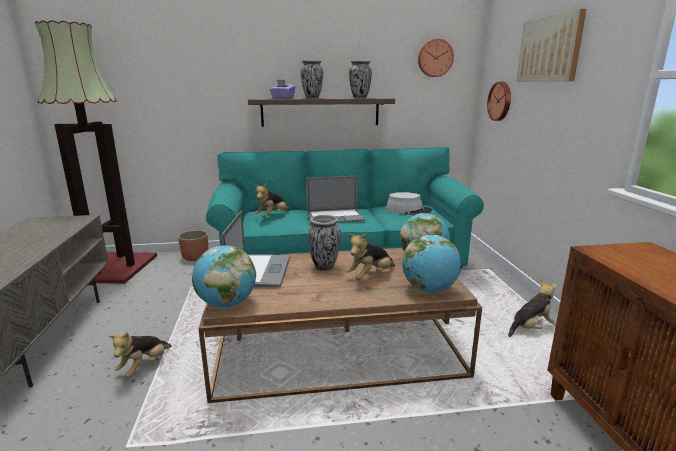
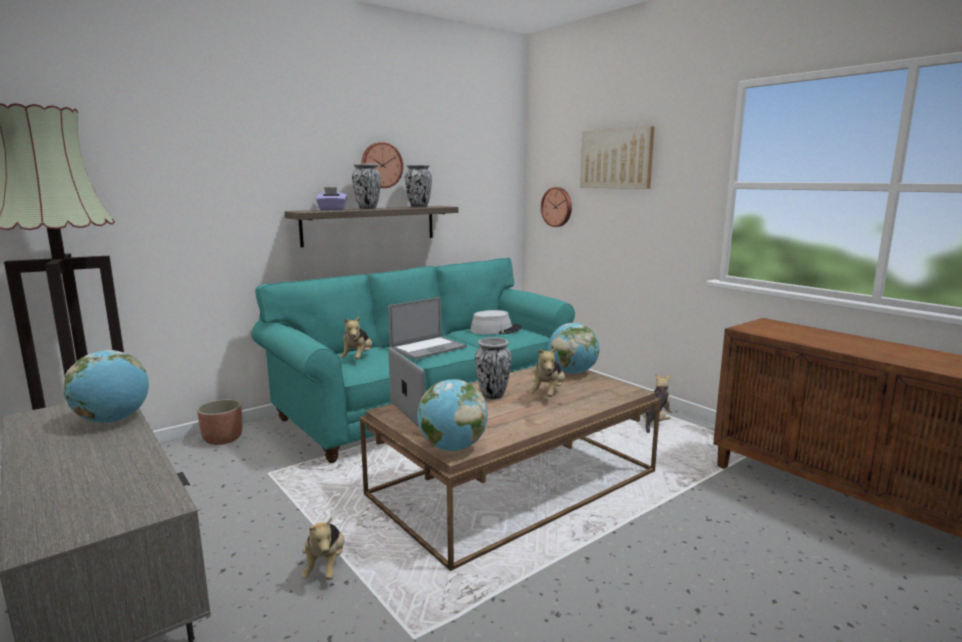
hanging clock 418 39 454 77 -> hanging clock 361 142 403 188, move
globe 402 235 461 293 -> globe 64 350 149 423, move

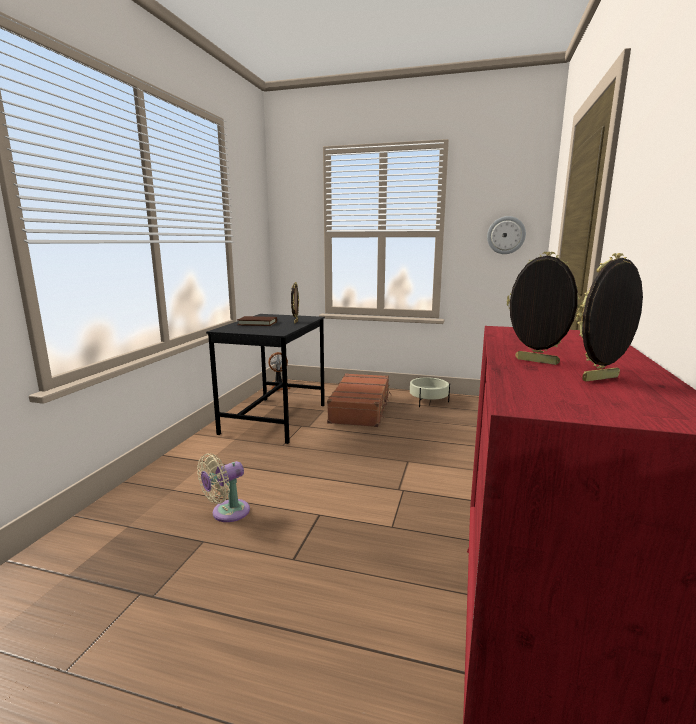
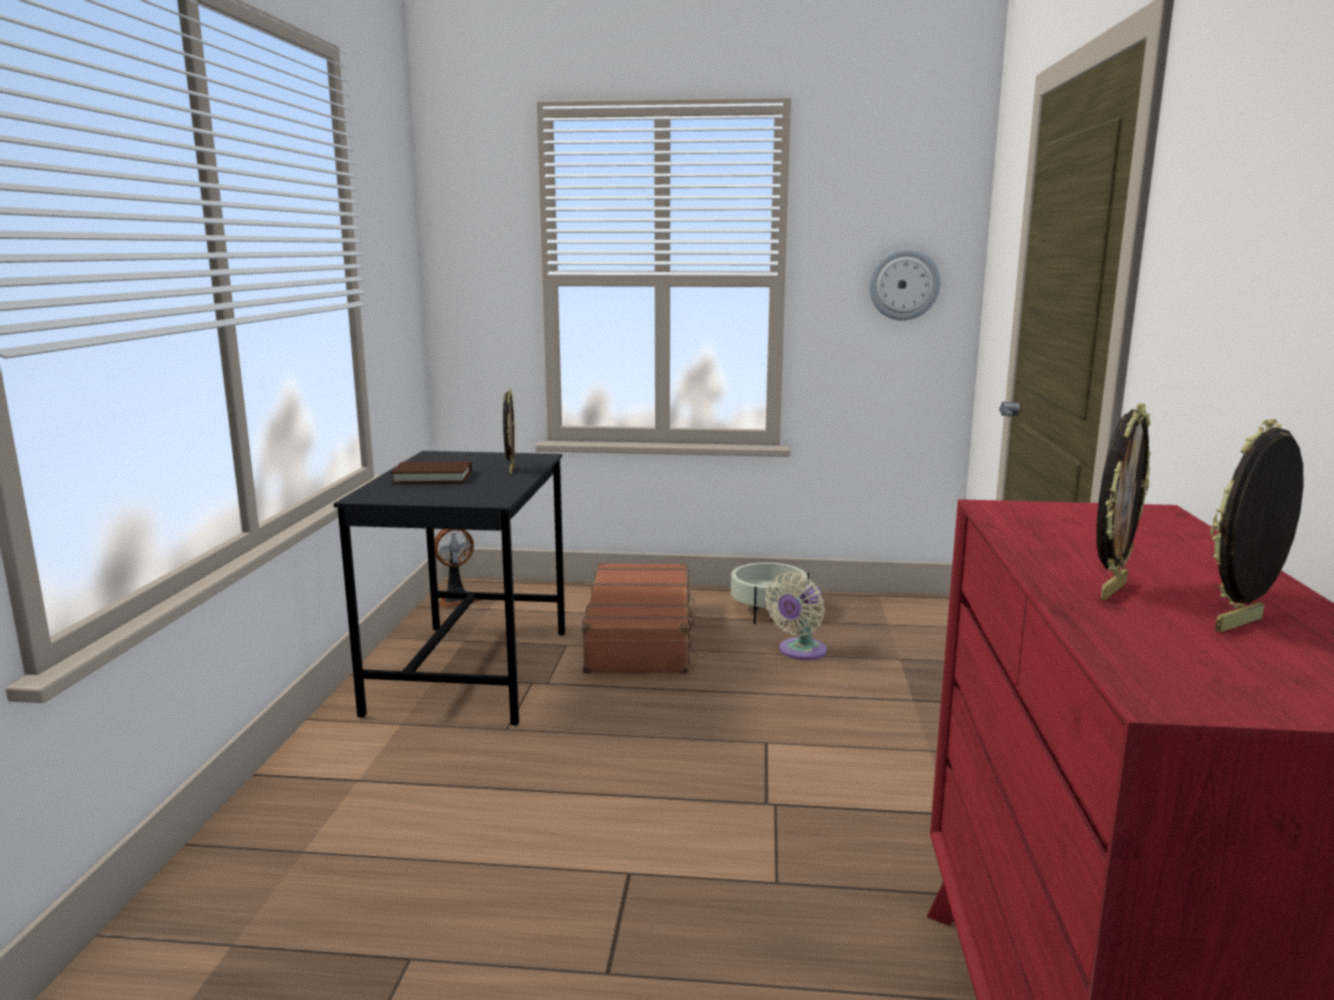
photo frame 507 252 583 365 -> photo frame 1097 403 1151 600, 105 degrees clockwise
cooling fan in sand-coloured 197 453 250 522 -> cooling fan in sand-coloured 765 572 827 660, move

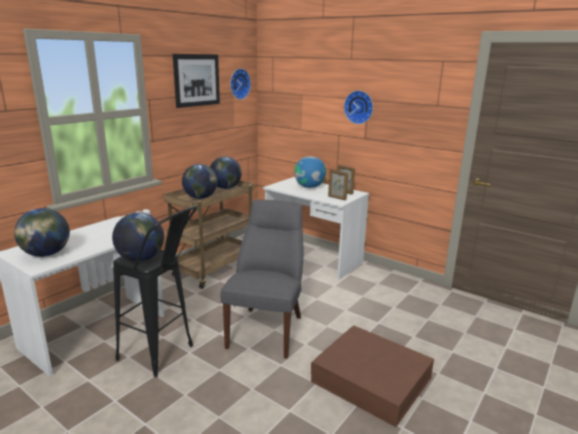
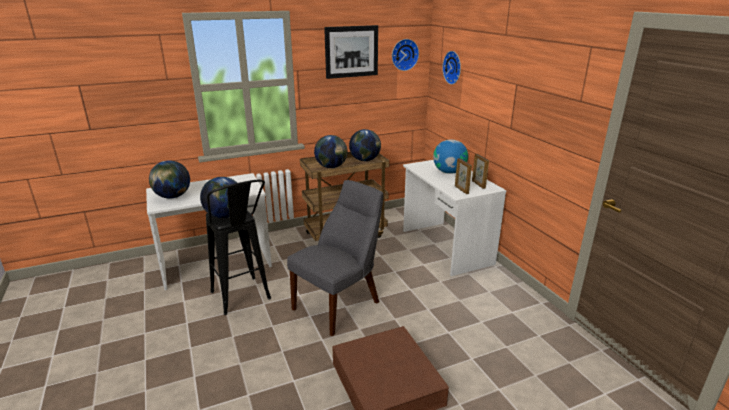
hanging clock 344 90 373 124 -> hanging clock 442 51 461 85, move

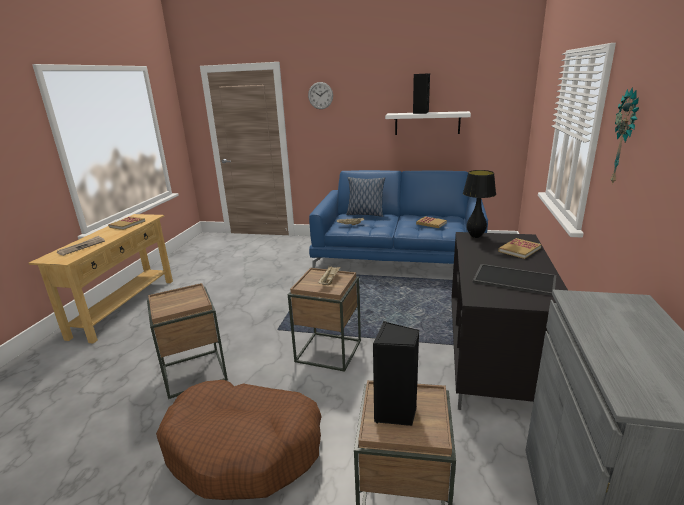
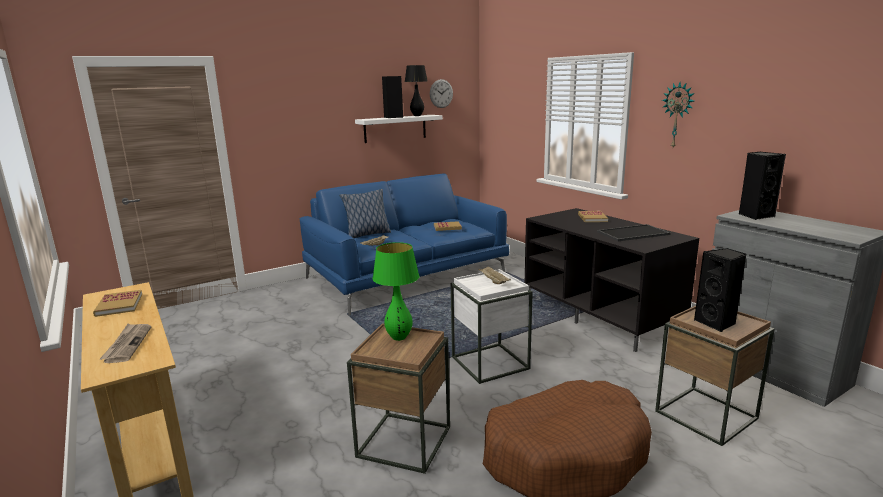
hanging clock 308 82 333 109 -> hanging clock 430 79 453 108, move
table lamp in black-coloured 463 170 496 238 -> table lamp in black-coloured 405 65 428 116, move
accent table in brown 288 268 361 372 -> accent table in white 451 269 533 384
none -> speaker in black-coloured 739 152 786 220
none -> table lamp in green 373 242 420 341

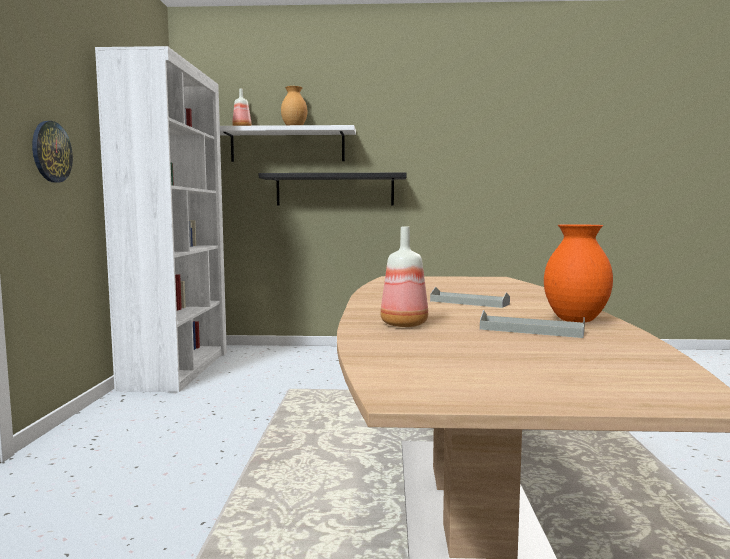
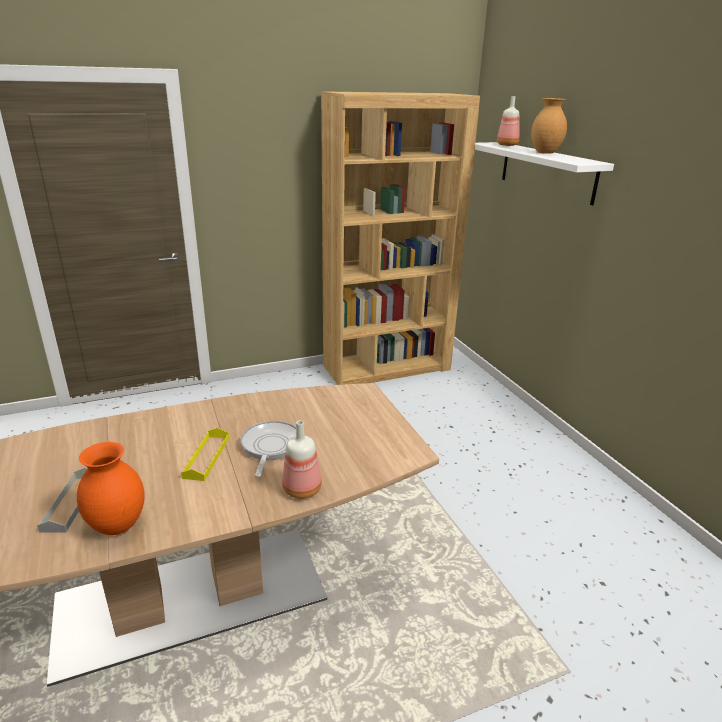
shelving unit in white 95 46 227 392 -> shelving unit in brown 321 91 480 385
hanging clock 32 121 73 183 -> none
shelf in black-coloured 259 173 407 206 -> none
bottle 381 227 428 327 -> bottle 282 421 322 499, move
serving tray in gray 430 287 510 308 -> serving tray in yellowish 181 428 229 481
none -> skillet 240 421 296 477

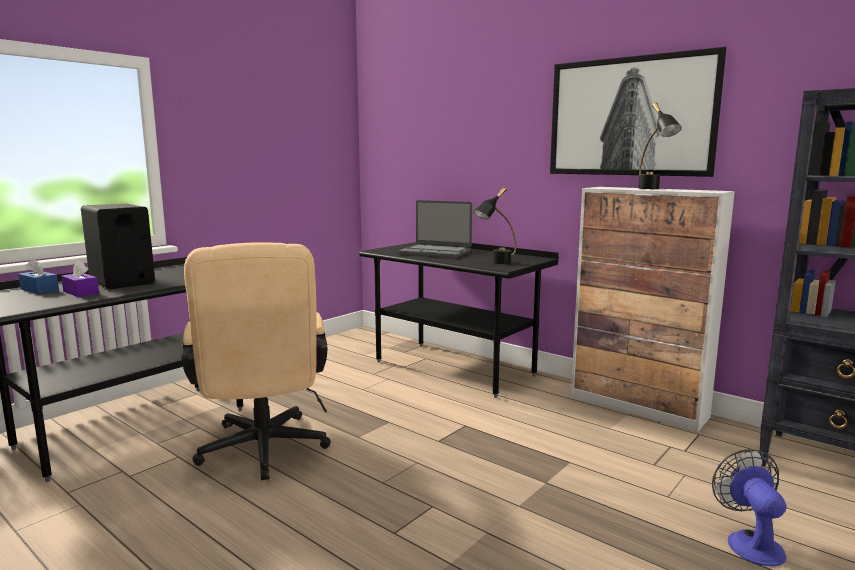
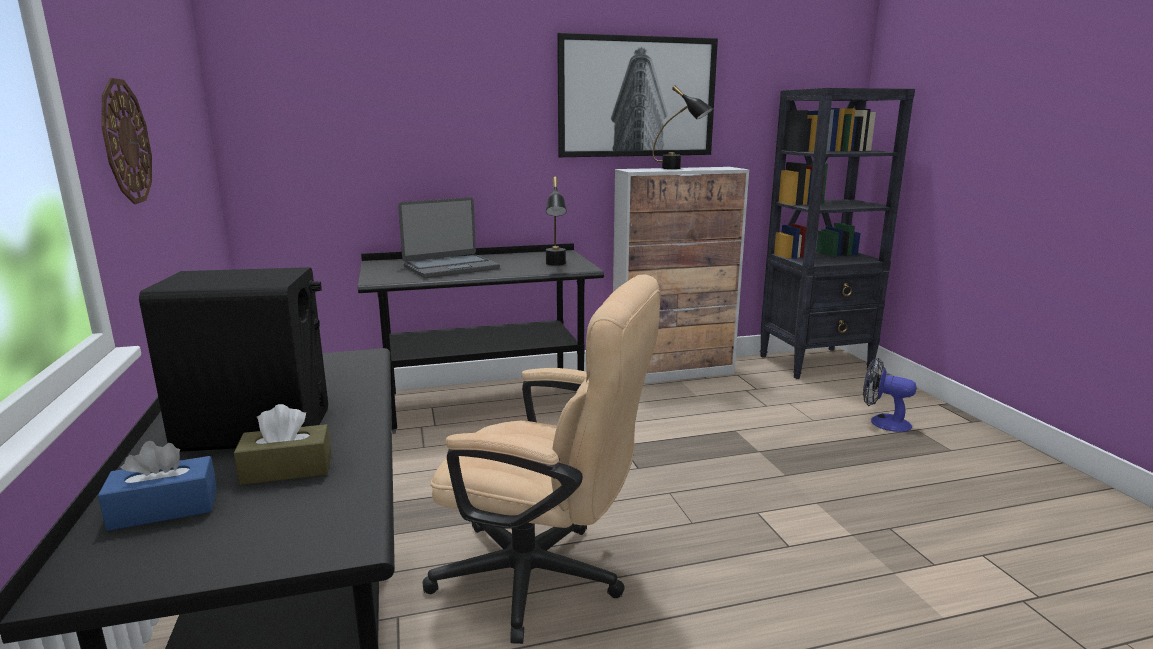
tissue box in purplish 61 261 99 297 -> tissue box in brown 234 404 332 485
none -> hanging clock 101 78 152 204

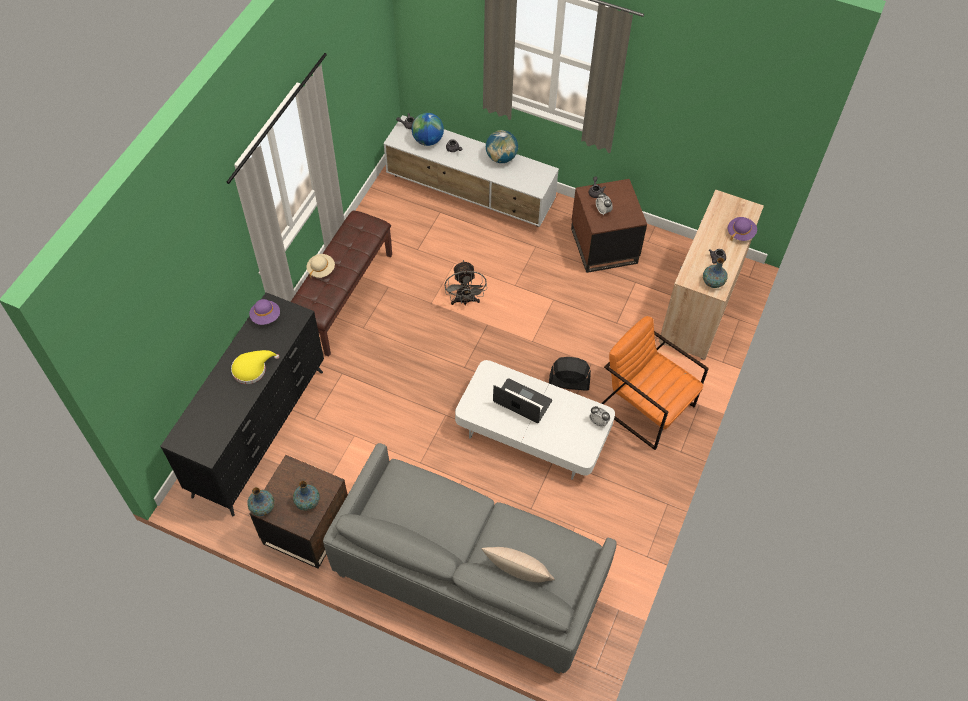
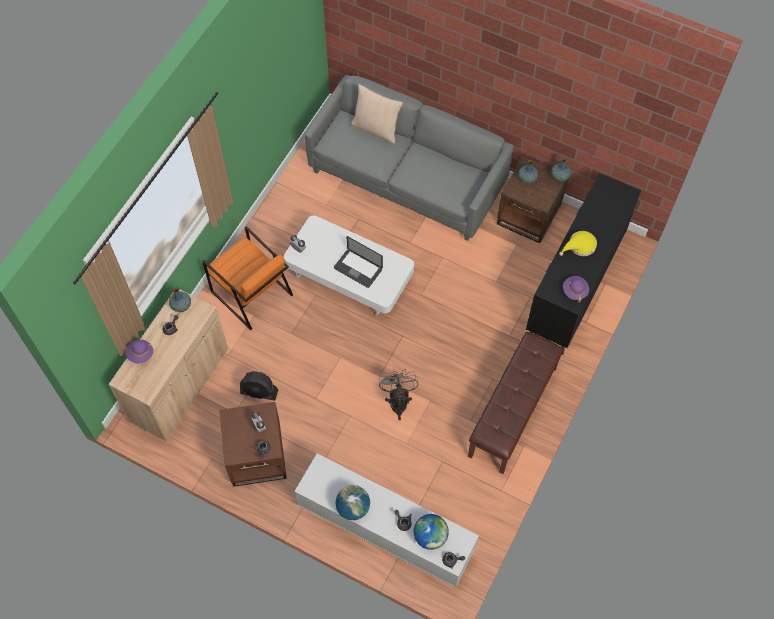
wearable hat in sand-coloured 306 254 335 278 -> none
cooling fan in black-coloured 549 357 591 391 -> cooling fan in black-coloured 240 371 278 401, move

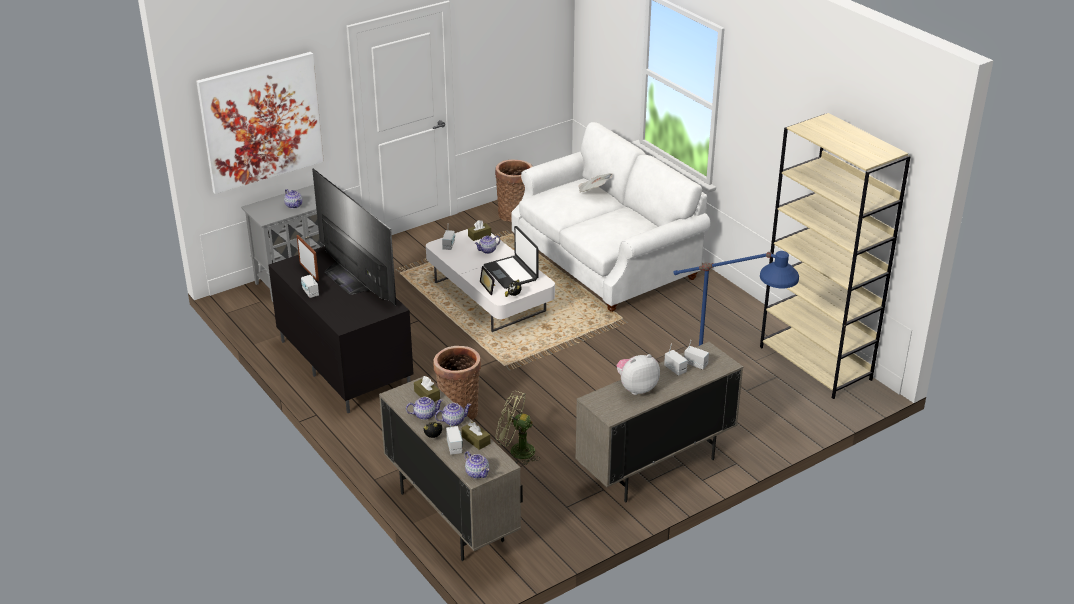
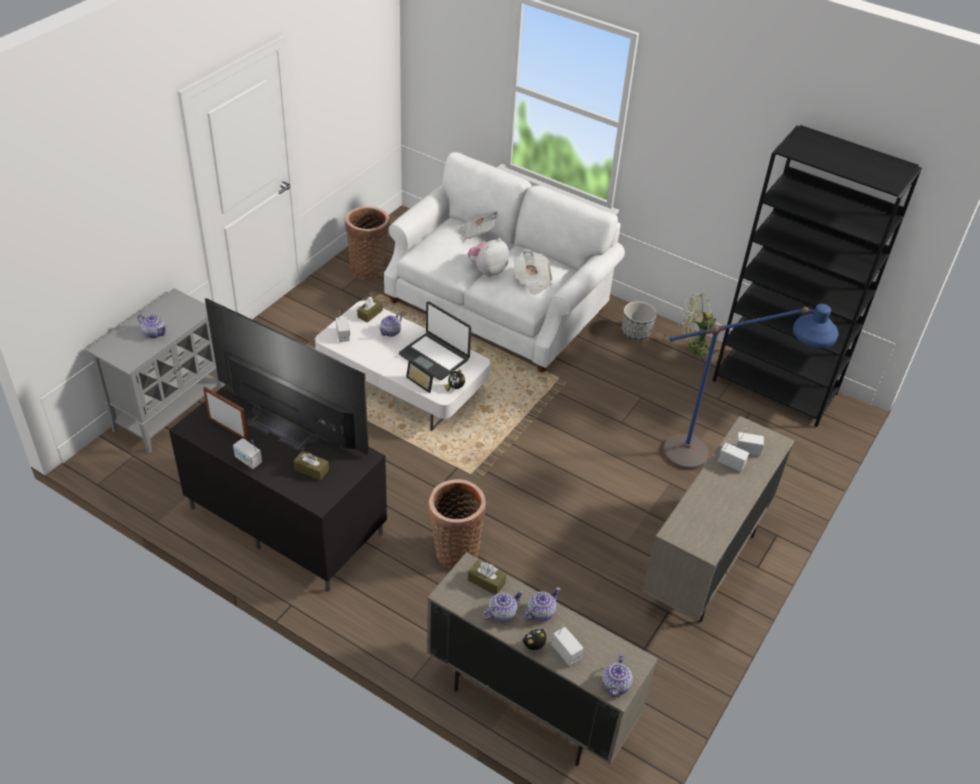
picture 196 52 324 194 -> none
shelving unit in sand-coloured 760 113 911 399 -> shelving unit in black-coloured 713 125 922 427
cuddly toy 617 354 660 395 -> cuddly toy 467 238 509 277, move
cooling fan in green 496 391 540 465 -> cooling fan in green 679 293 719 362, move
tissue box in brown 462 422 490 450 -> tissue box in brown 294 451 329 481, move
teapot 465 451 489 479 -> teapot 602 654 633 697, 75 degrees clockwise
none -> printed paper 514 249 553 295
none -> planter 622 301 657 340

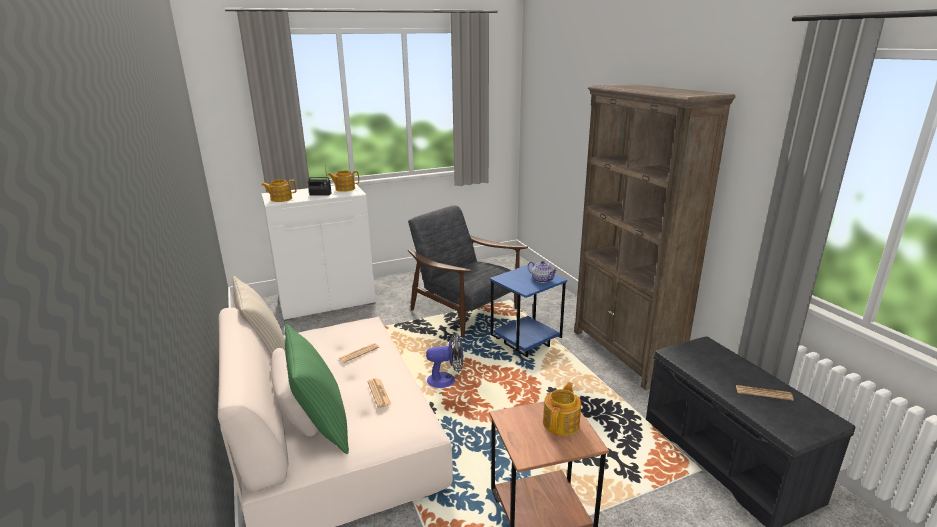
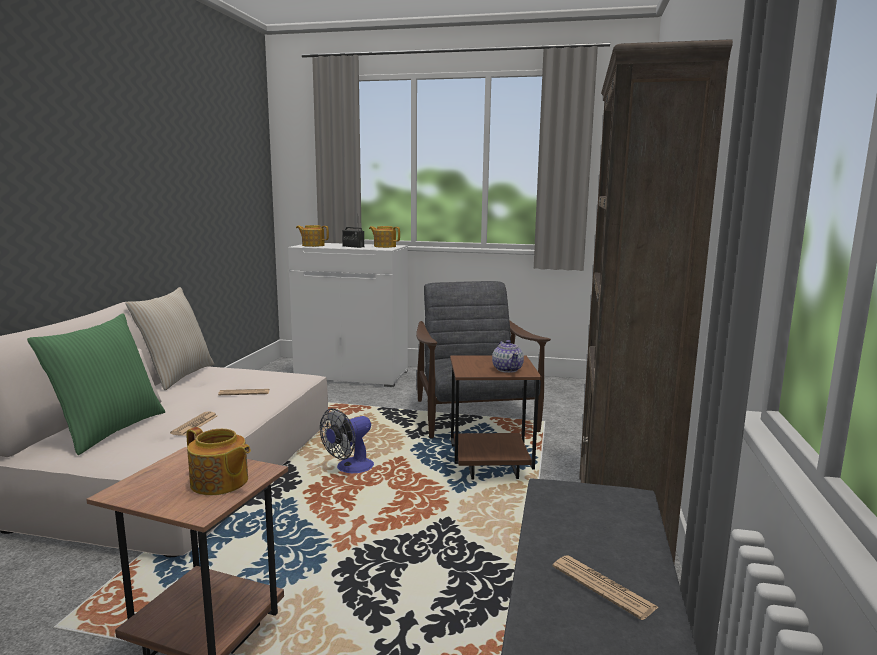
accent table in blue 490 264 567 357 -> accent table in brown 450 355 542 479
cooling fan 426 333 463 388 -> cooling fan 320 408 374 473, 105 degrees clockwise
teapot 543 382 581 436 -> teapot 186 427 251 495, 60 degrees clockwise

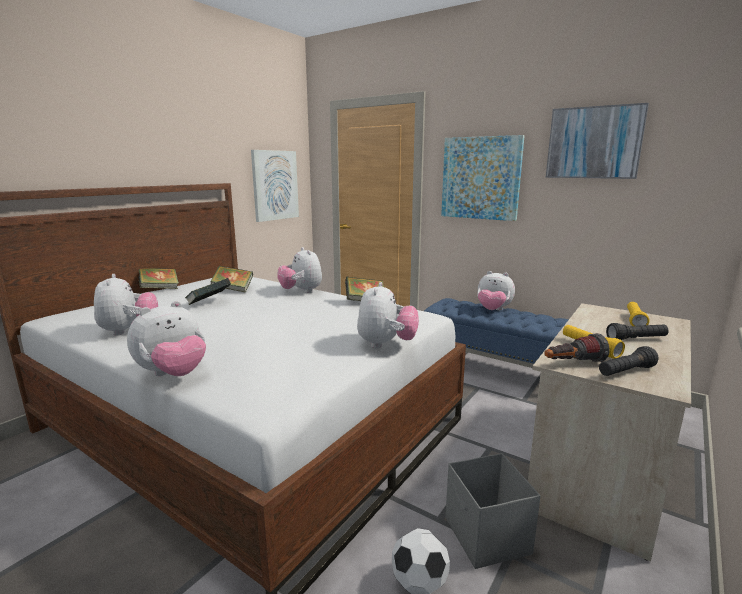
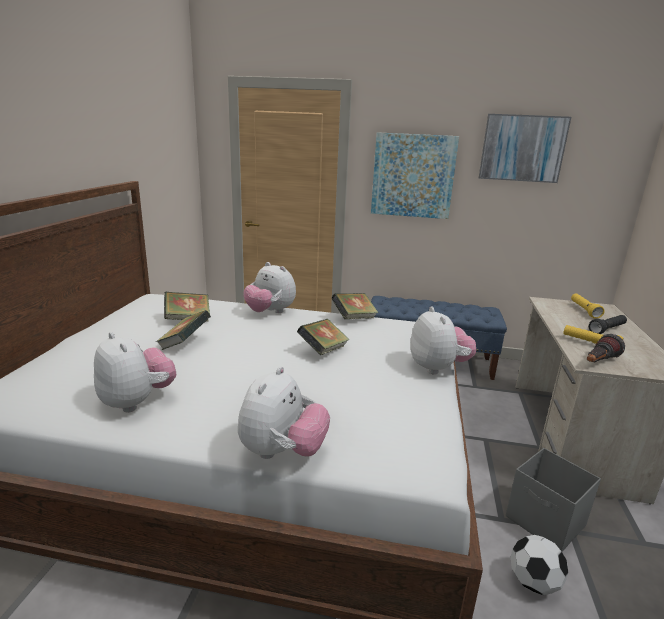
picture 251 150 299 222 -> none
book 138 268 179 289 -> book 297 319 350 355, move
cuddly toy 477 271 515 310 -> none
flashlight in black-coloured 599 346 659 376 -> none

